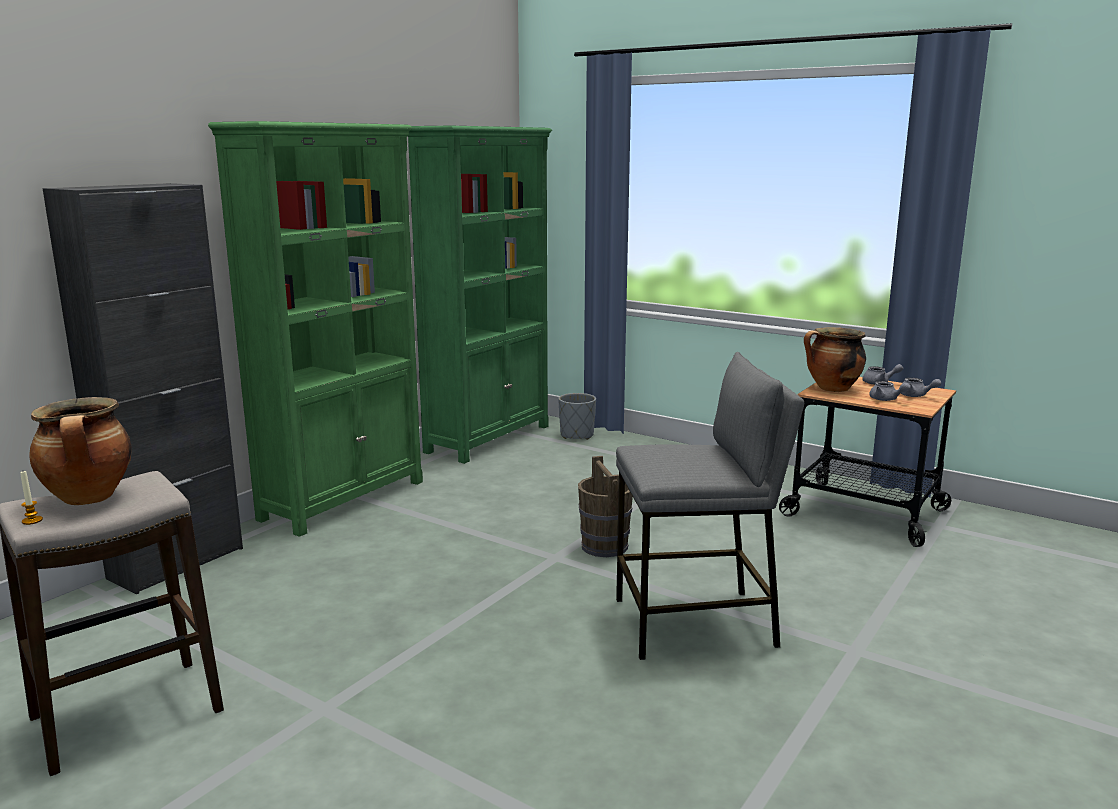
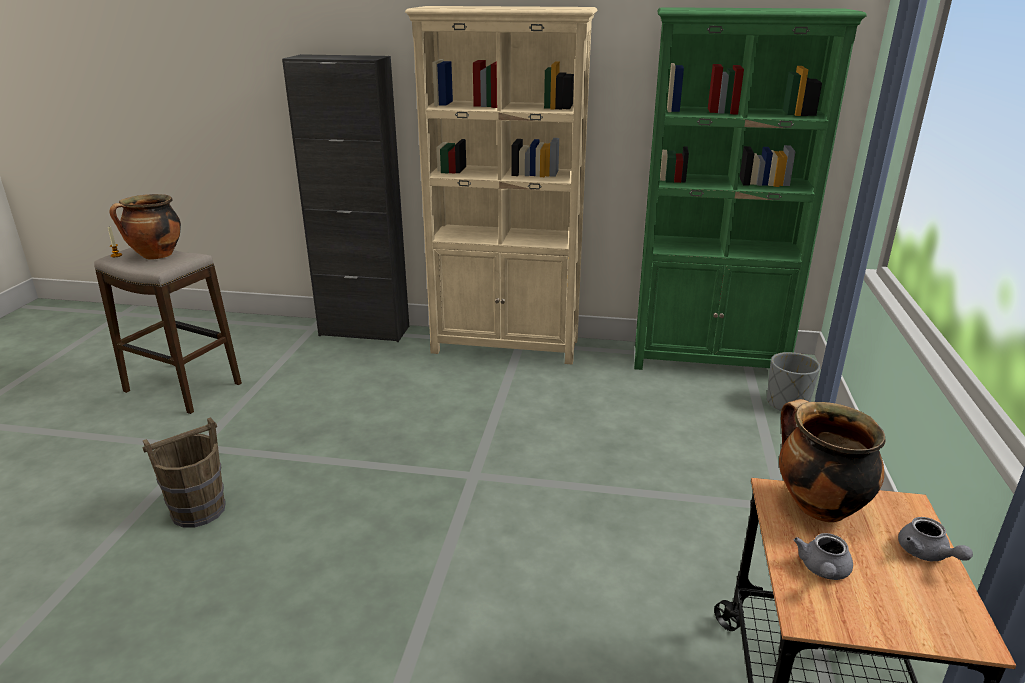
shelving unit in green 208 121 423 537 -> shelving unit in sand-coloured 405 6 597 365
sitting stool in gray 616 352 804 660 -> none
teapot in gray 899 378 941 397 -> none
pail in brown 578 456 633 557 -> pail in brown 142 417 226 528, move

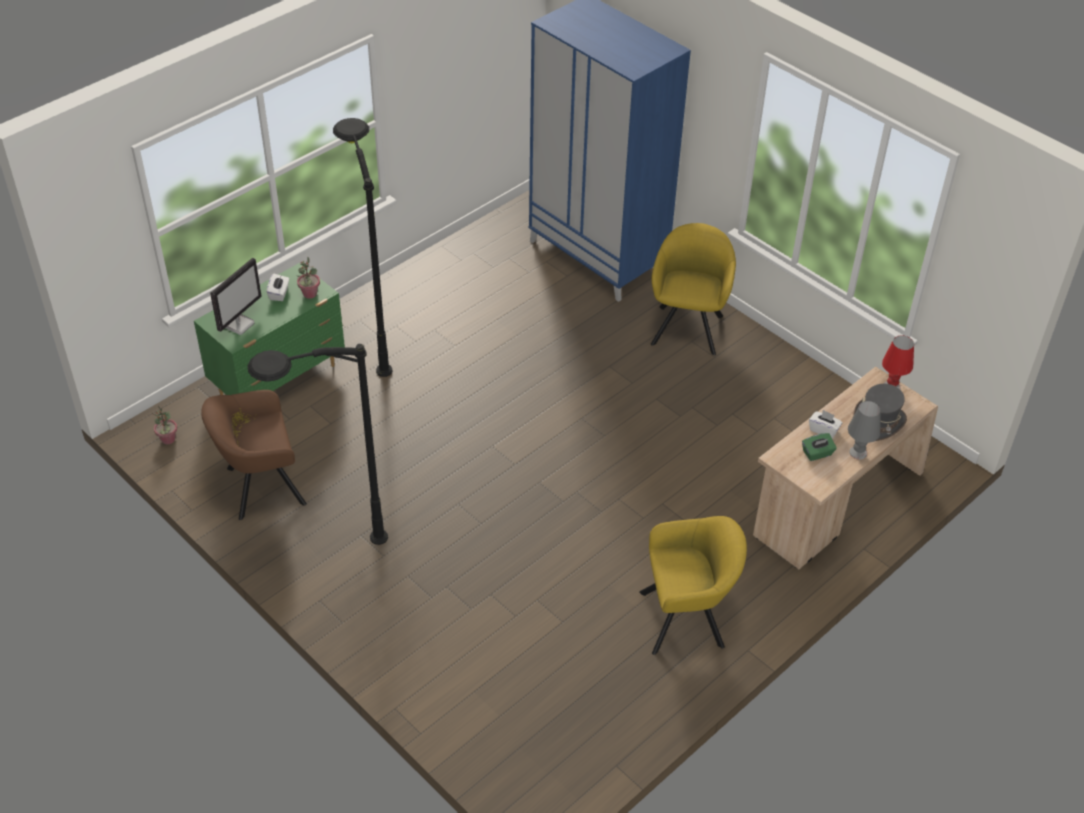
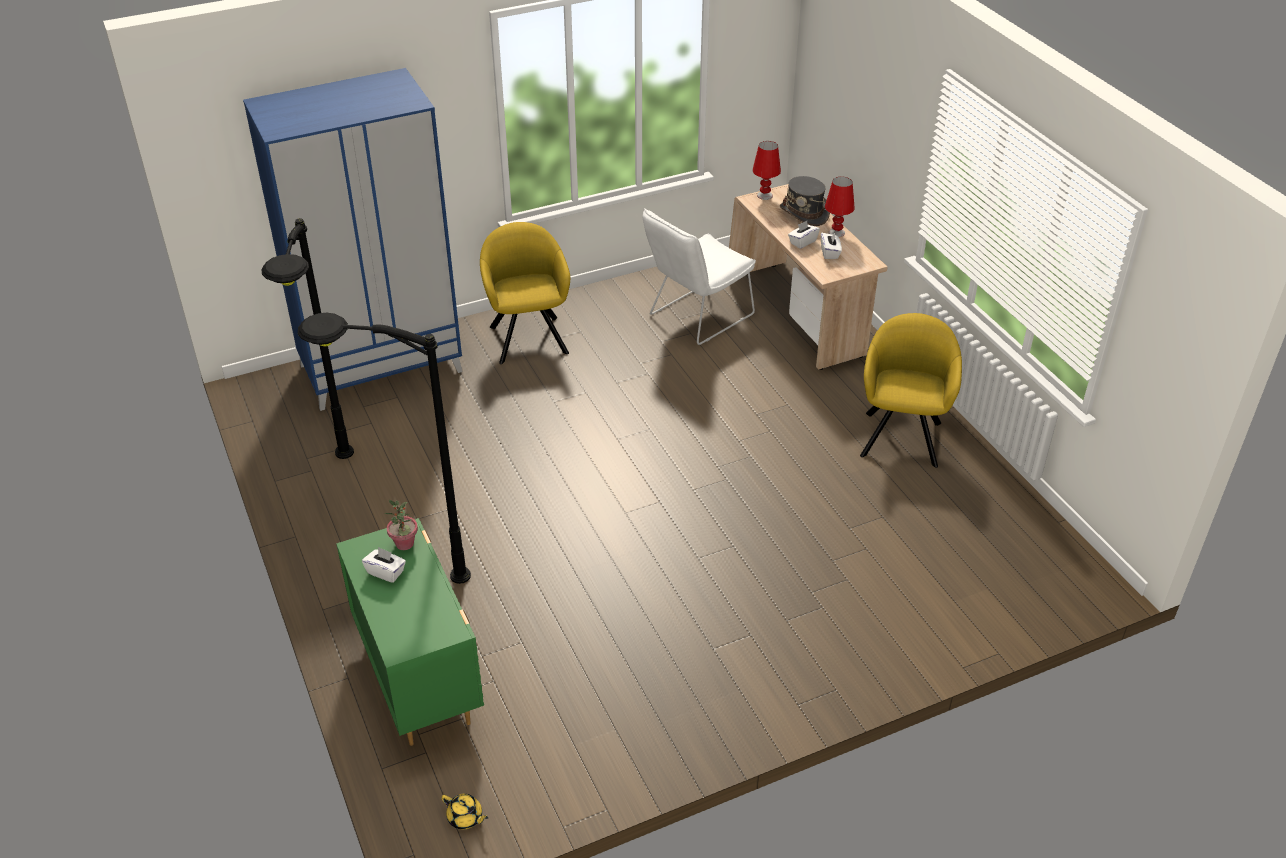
armchair in yellowish 651 223 736 355 -> armchair in yellowish 480 222 570 364, 45 degrees clockwise
computer screen 210 258 262 335 -> none
standing lamp in black-coloured 248 344 388 545 -> standing lamp in black-coloured 261 218 354 459, move
armchair in brown 201 390 307 520 -> none
table lamp in gray 848 401 881 459 -> table lamp in red-coloured 825 177 855 237
plant in a pot 154 406 177 445 -> teapot in yellowish 441 794 488 829
tissue box in green 802 433 837 461 -> tissue box in white 821 231 842 259
none -> plain chair in white 643 209 756 345

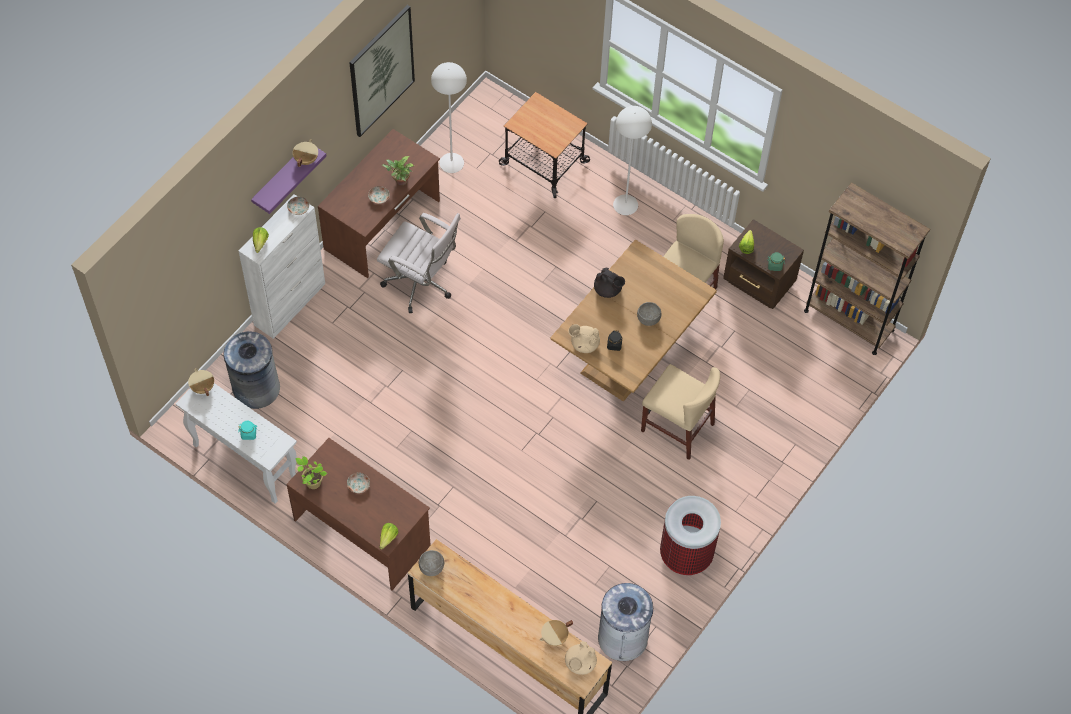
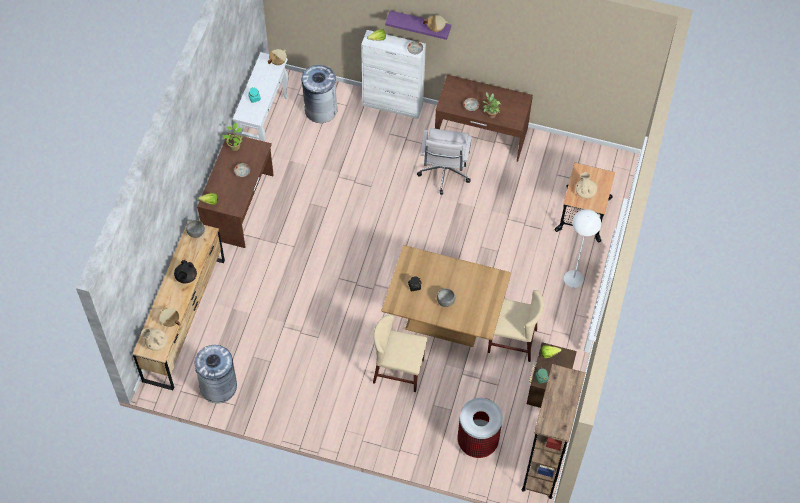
picture 349 5 415 137 -> none
standing lamp in white 431 62 467 173 -> none
teapot in black-coloured 594 268 625 298 -> teapot in black-coloured 174 260 197 283, move
teapot in sand-coloured 568 324 600 353 -> teapot in sand-coloured 576 172 597 198, move
plain chair in sand-coloured 641 364 720 460 -> plain chair in sand-coloured 373 315 427 392, 90 degrees clockwise
rubbish bin 660 496 721 575 -> rubbish bin 458 398 503 458, move

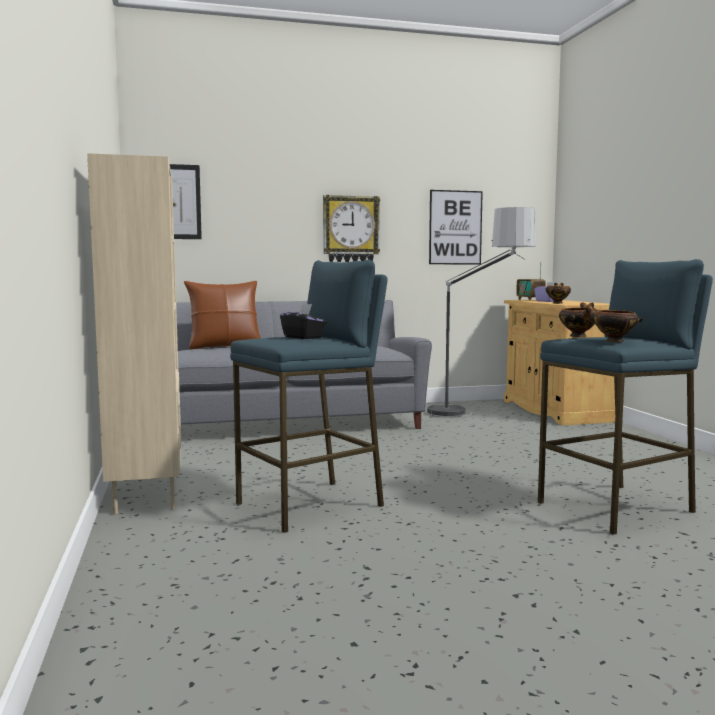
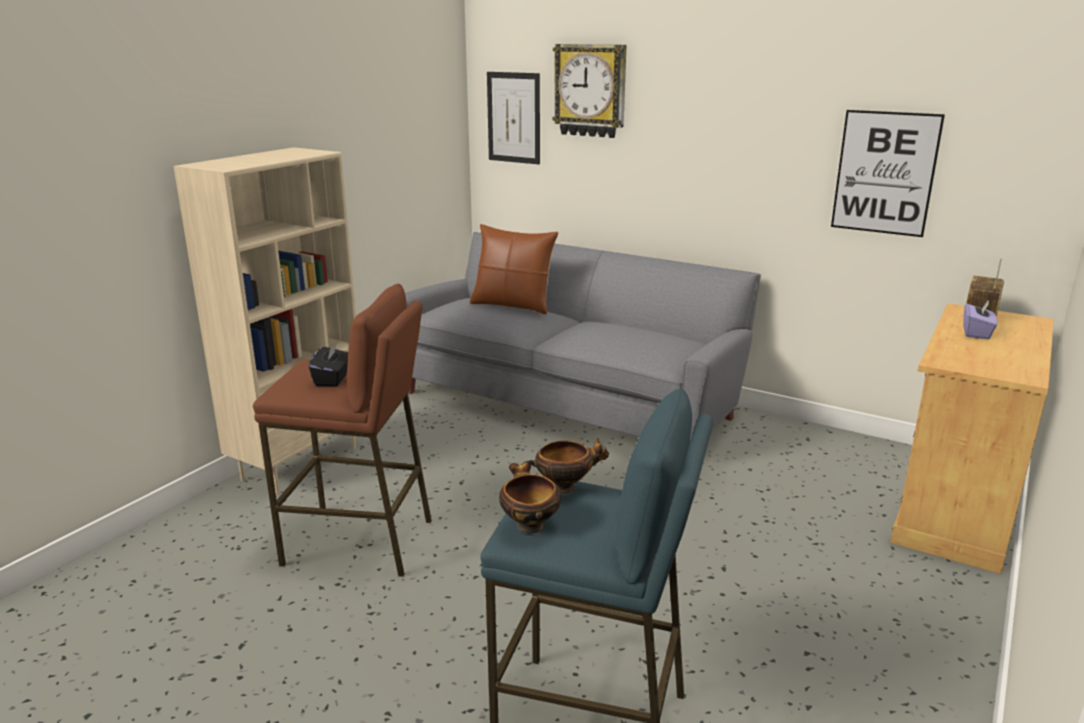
hanging clock 323 195 380 262 -> hanging clock 552 44 626 138, move
standing lamp 425 207 536 418 -> none
sitting stool in blue 230 260 388 533 -> sitting stool in brown 253 284 432 577
bowl 546 283 571 304 -> none

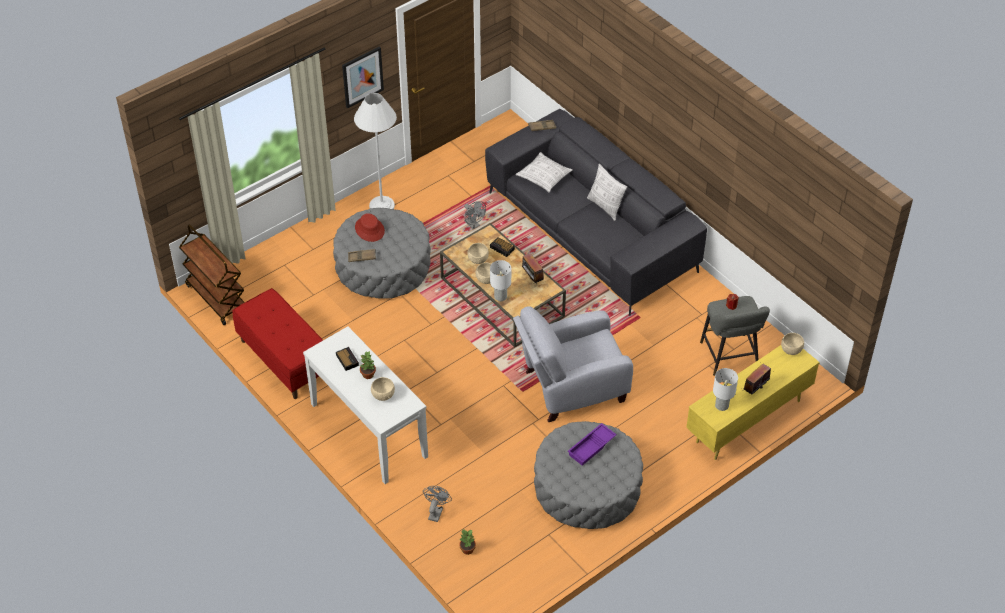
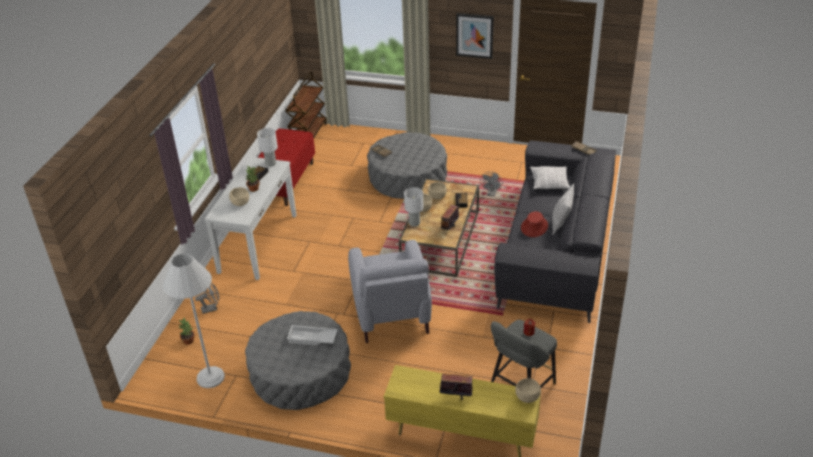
standing lamp in white 354 93 397 209 -> standing lamp in white 163 254 225 388, move
wearable hat in red-coloured 355 213 385 242 -> wearable hat in red-coloured 521 211 548 237, move
armchair in gray 513 306 633 422 -> armchair in gray 348 240 432 343, 135 degrees counterclockwise
table lamp in white 713 368 738 411 -> table lamp in white 257 128 278 167, move
serving tray in purplish 568 423 617 466 -> serving tray in white 287 325 337 345

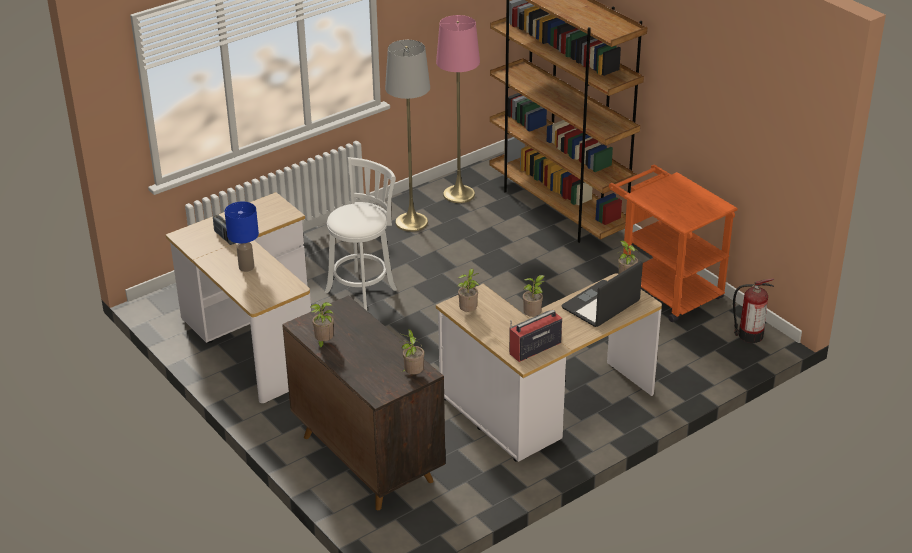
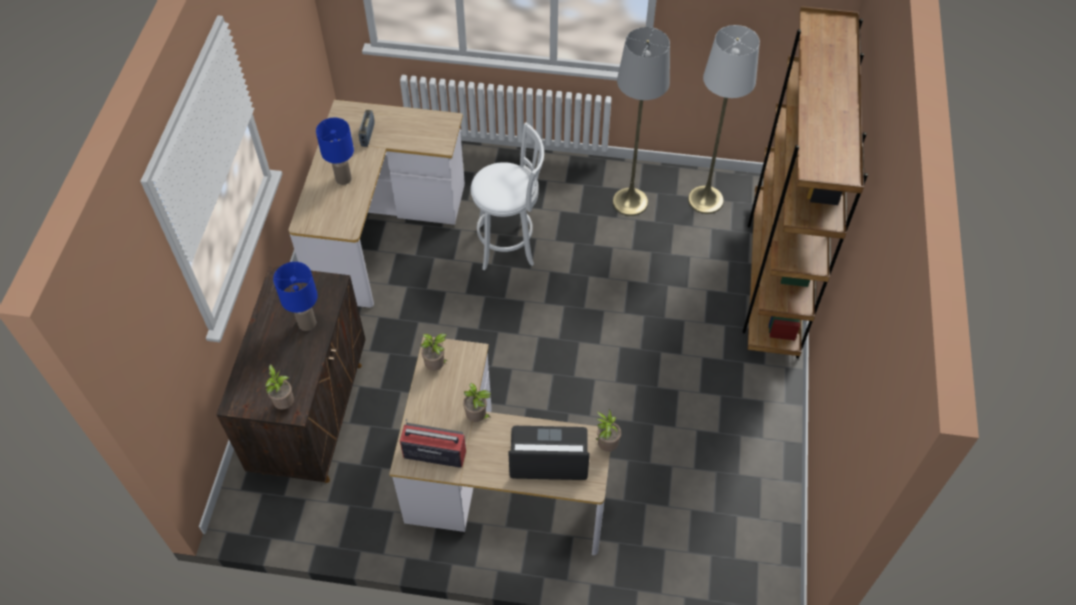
standing lamp in pinkish 436 15 480 203 -> standing lamp in white 688 25 760 214
wheeled cart in orangey 609 165 738 322 -> none
fire extinguisher 733 278 774 343 -> none
plant in a pot 310 302 334 349 -> none
none -> table lamp in blue 273 262 318 331

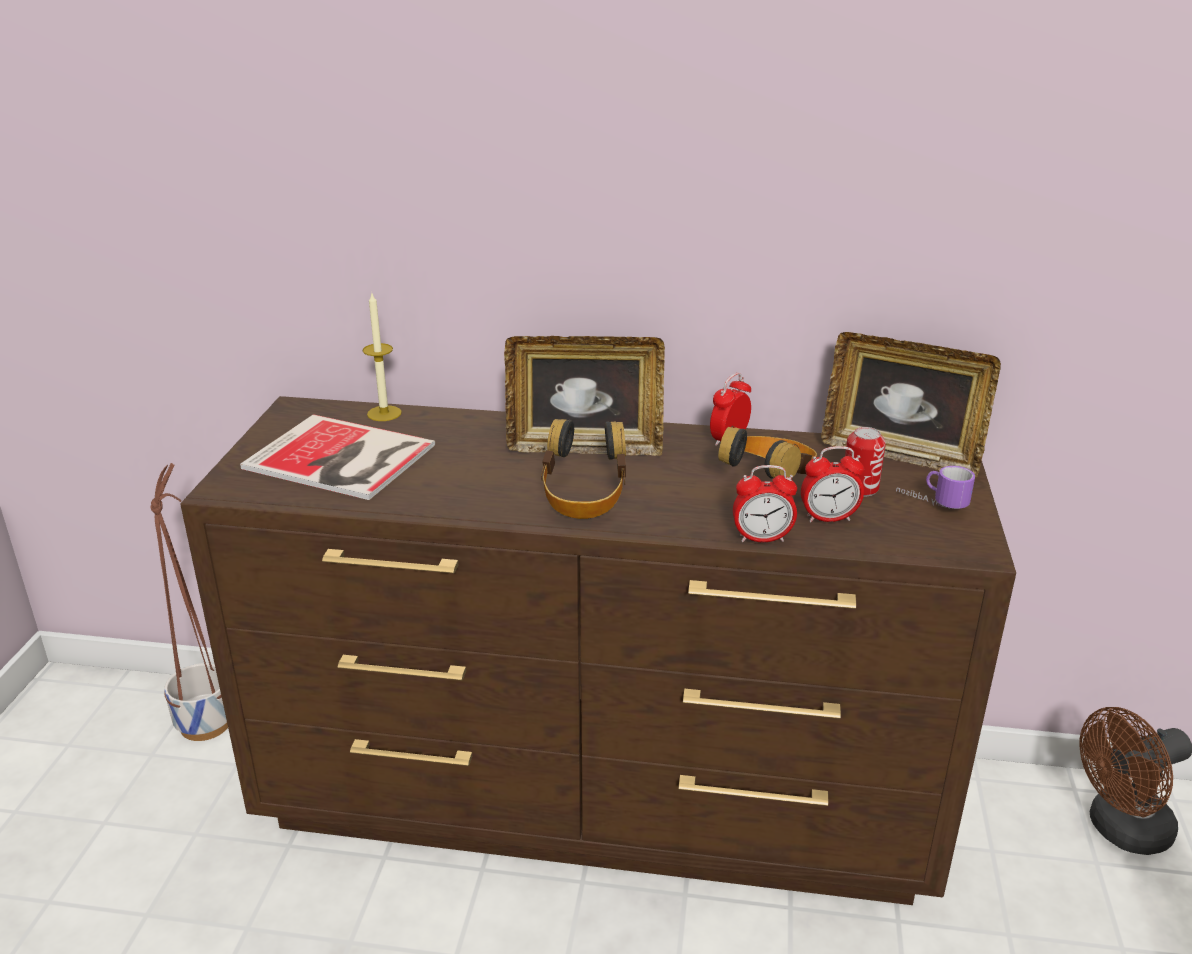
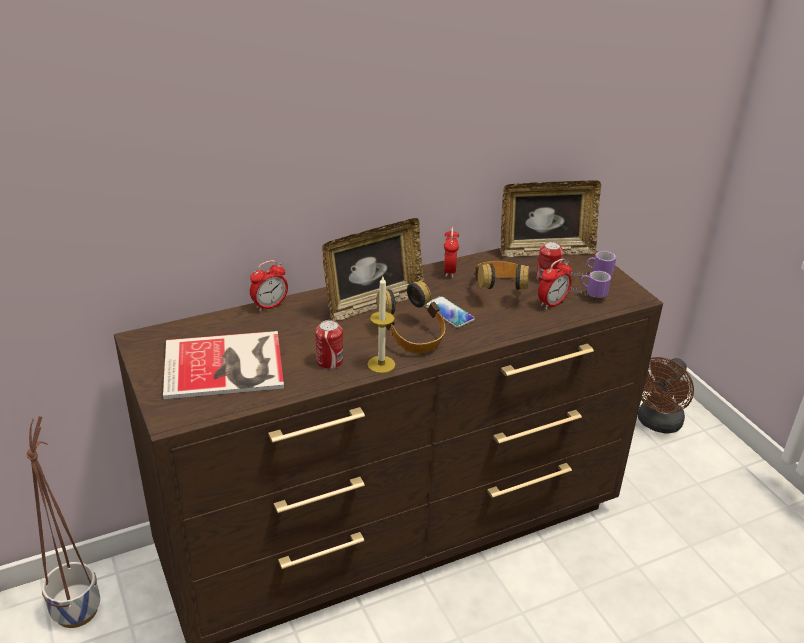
wax light 362 293 402 421 -> wax light 367 277 395 373, move
alarm clock 733 465 797 543 -> alarm clock 250 260 288 312, move
none -> tea mug 571 271 611 298
none -> handset 424 296 475 328
none -> metal can 315 320 343 369

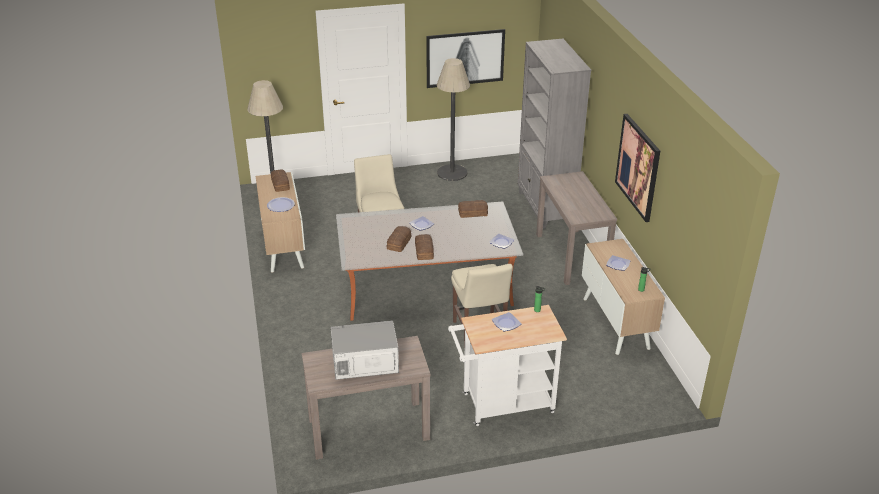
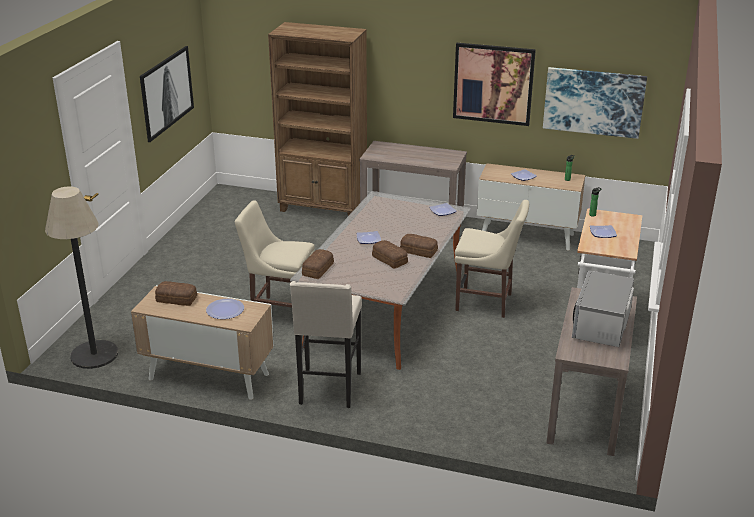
shelving unit in gray 518 39 591 229 -> shelving unit in brown 268 22 367 216
standing lamp 437 58 470 181 -> none
bread 458 200 488 218 -> bread 302 249 334 279, move
none -> picture 543 67 647 139
none -> sitting stool in sand-coloured 290 281 362 408

